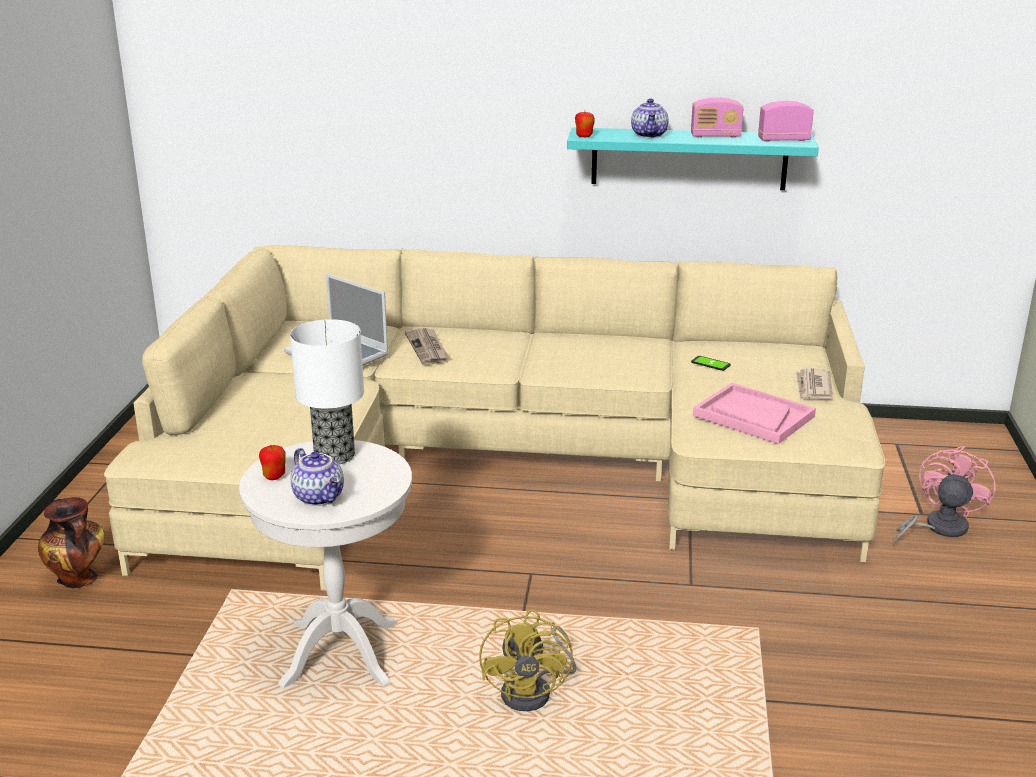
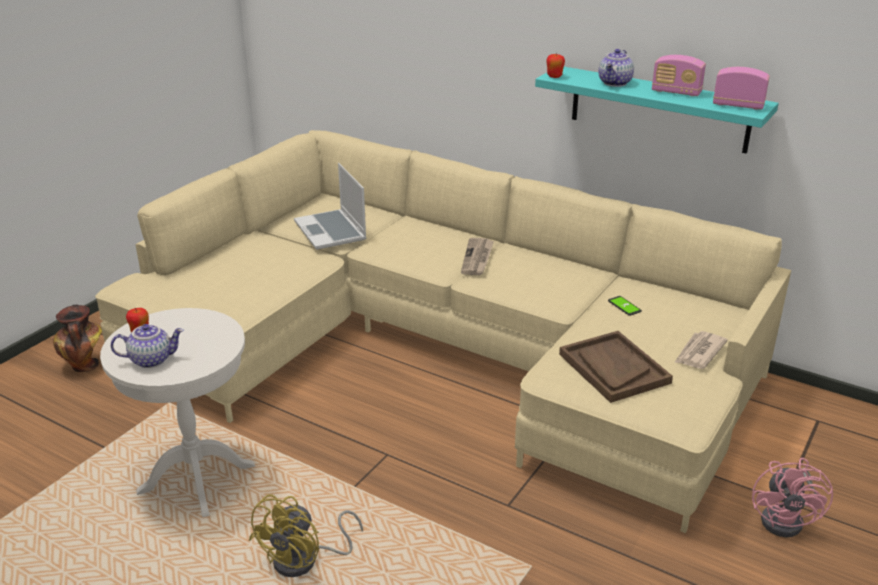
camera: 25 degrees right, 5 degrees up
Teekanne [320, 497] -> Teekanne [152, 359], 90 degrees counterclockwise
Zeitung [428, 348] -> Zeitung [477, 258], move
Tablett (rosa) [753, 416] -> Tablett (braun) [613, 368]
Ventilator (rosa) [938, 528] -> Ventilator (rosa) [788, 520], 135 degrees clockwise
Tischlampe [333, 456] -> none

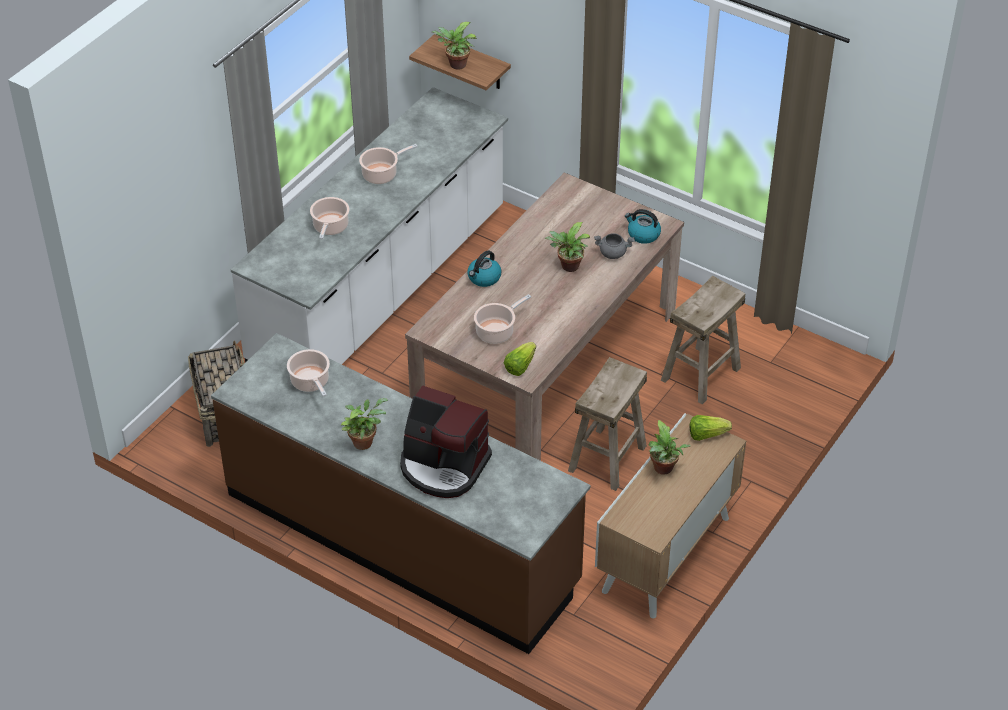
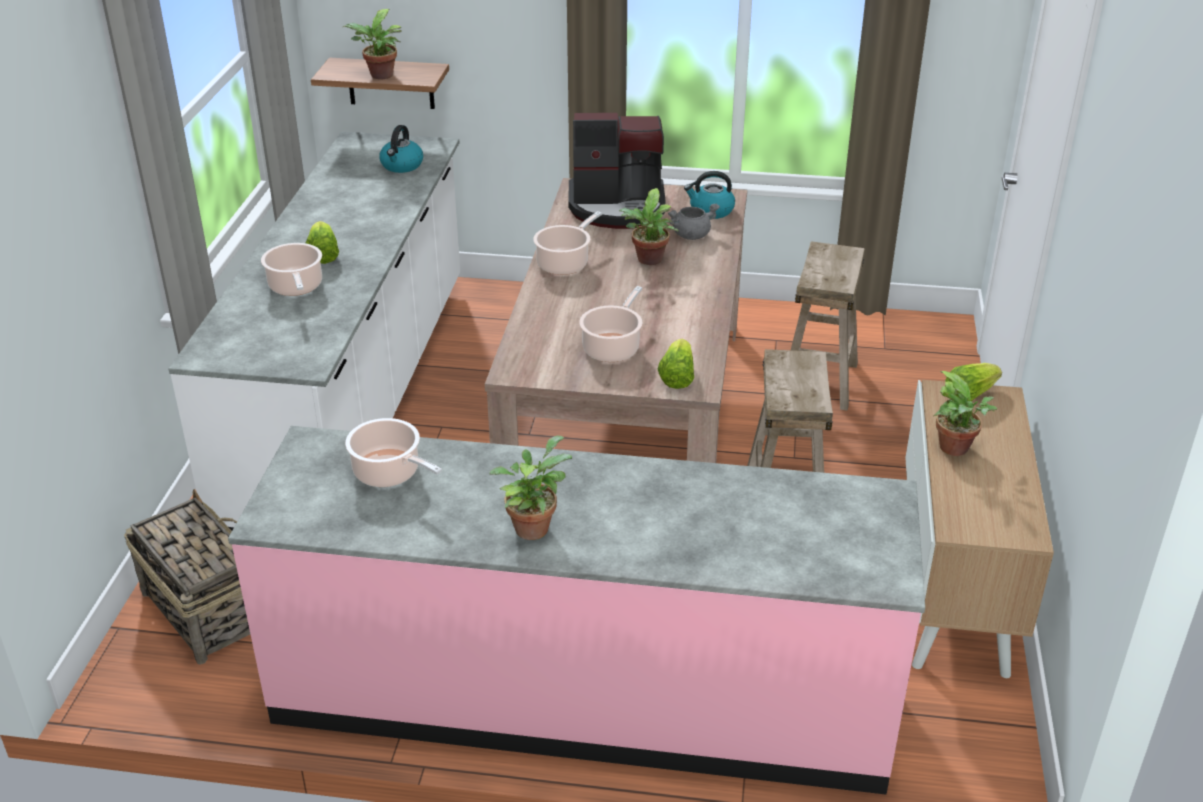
camera: 25 degrees left, 10 degrees down
Küchenzeile (braun) [402, 538] -> Küchenzeile (rosa) [583, 694]
none -> Salatkopf [323, 255]
Wasserkessel [484, 278] -> Wasserkessel [402, 166], move
Kochtopf [382, 174] -> Kochtopf [565, 263], move
Kaffeemaschine [443, 466] -> Kaffeemaschine [618, 207], move

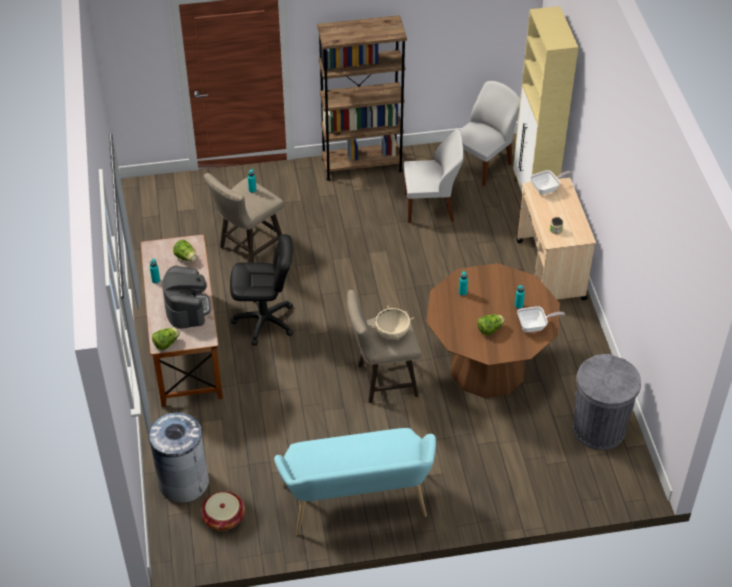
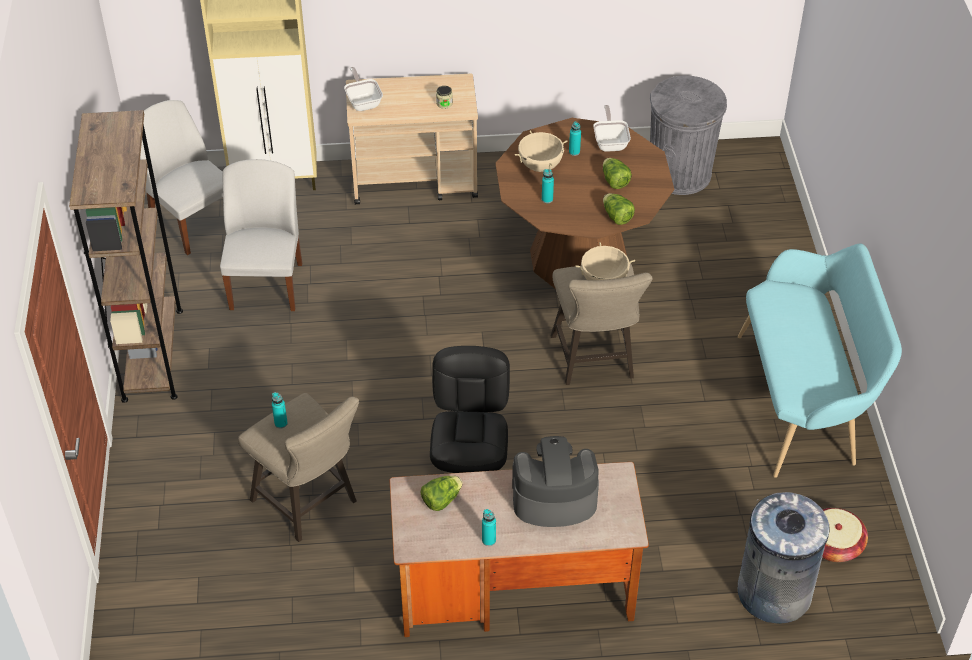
camera: 85 degrees left, 0 degrees up
none -> Kochtopf (beige) [540, 166]
Salatkopf [166, 344] -> Salatkopf [616, 217], move

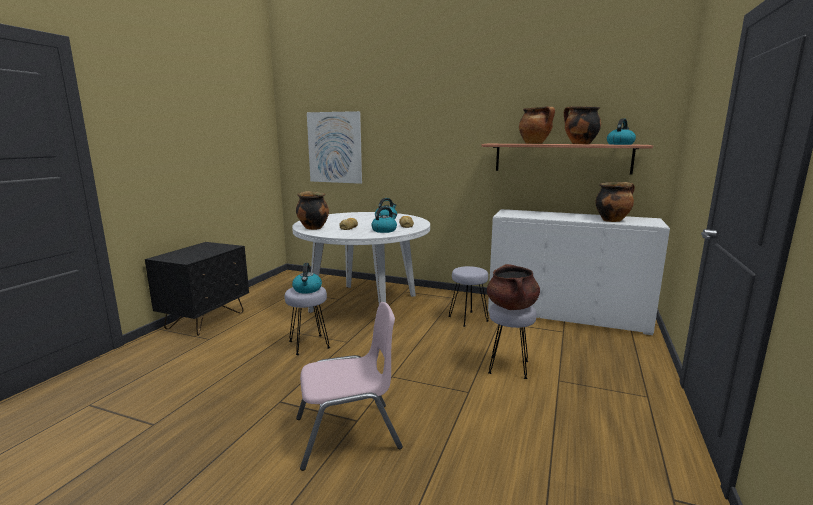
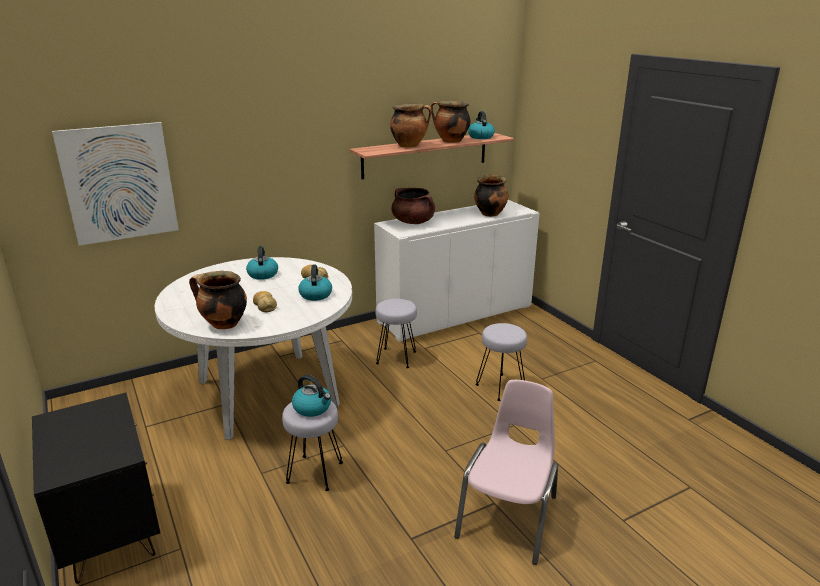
camera: 50 degrees left, 10 degrees up
Kochtopf (braun) [512, 307] -> Kochtopf (braun) [413, 222], move

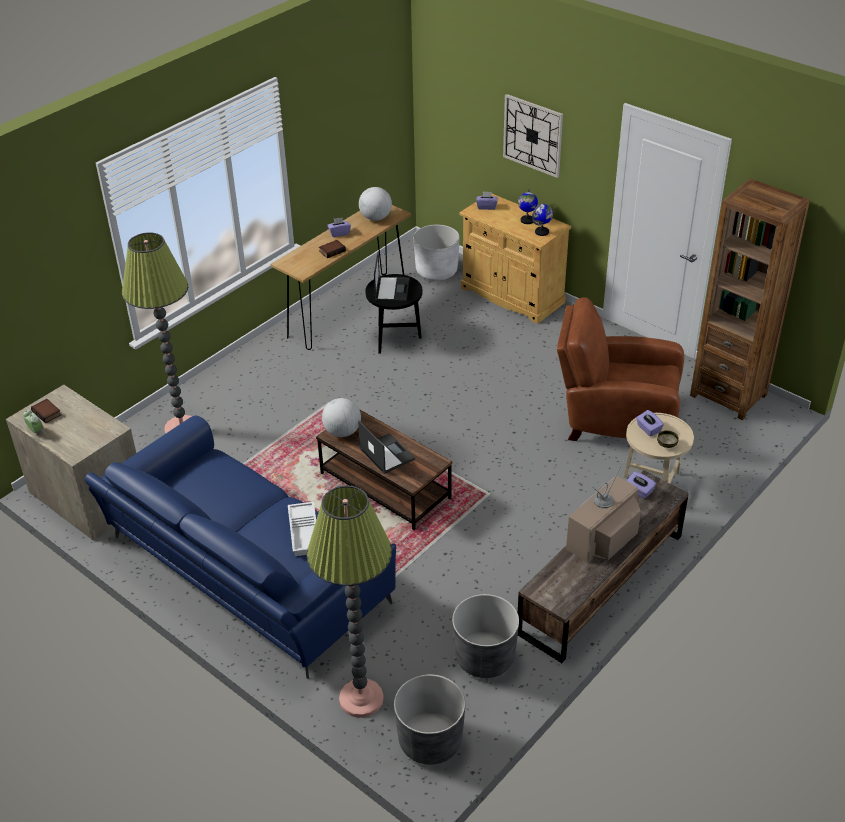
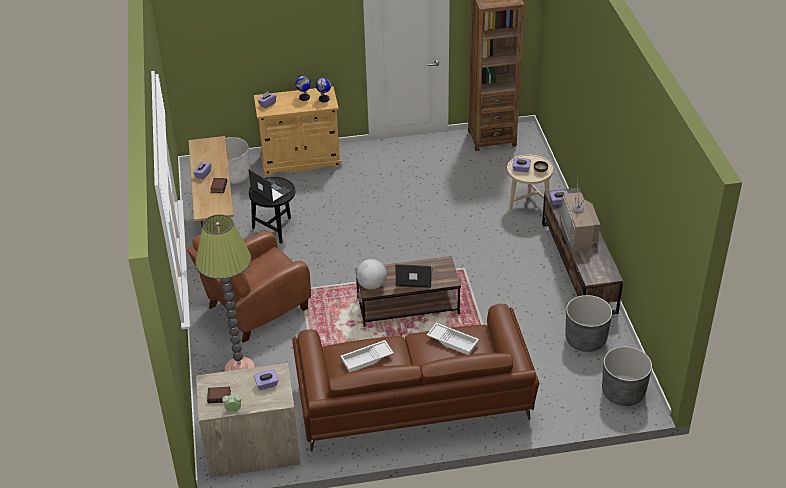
camera: 50 degrees left, 0 degrees up
Sessel (braun) [615, 419] -> Sessel (braun) [255, 309], move
none -> Taschentuchbox (lila) [267, 384]
Sofa (blau) [244, 572] -> Sofa (braun) [413, 404]
none -> Tablett (weiß) [367, 359]
Stehlampe [361, 699] -> none
Globus [376, 218] -> none
Wanduhr [533, 135] -> none

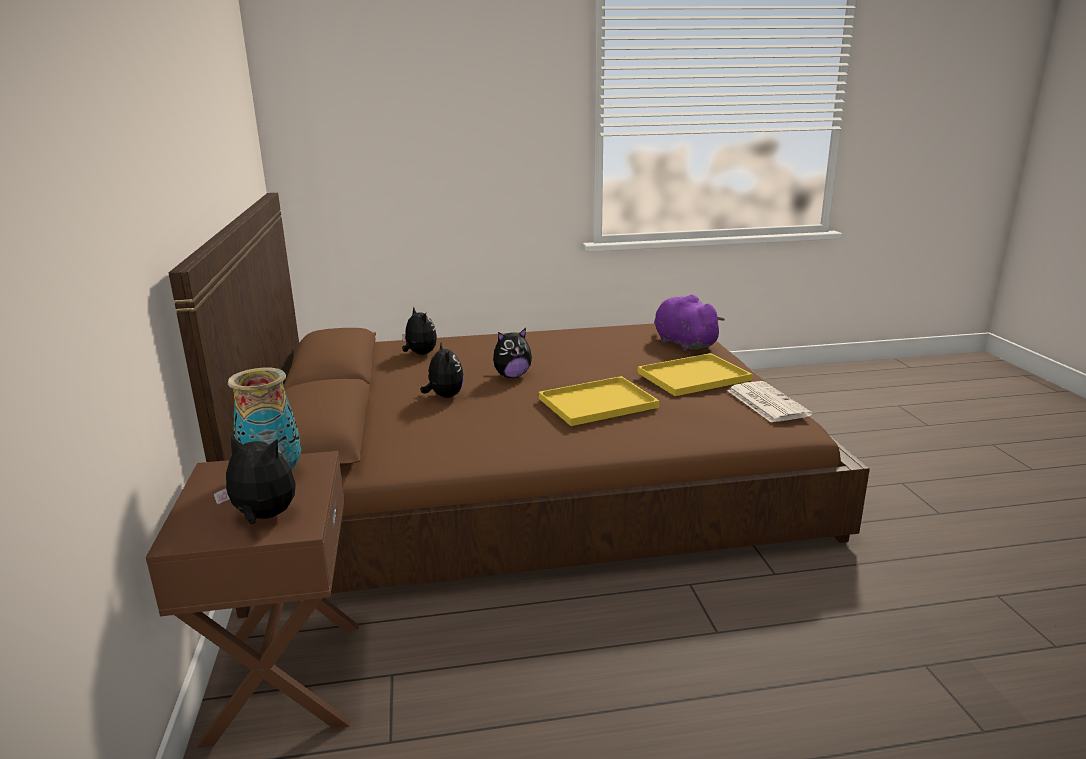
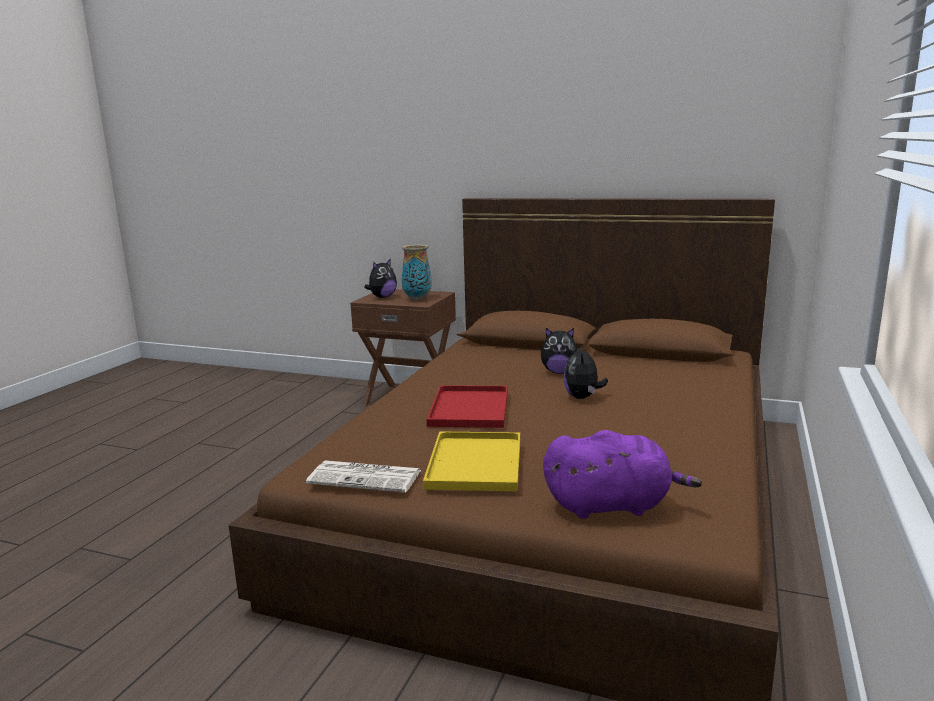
camera: 120 degrees right, 5 degrees down
Tablett (gelb) [596, 403] -> Tablett (rot) [468, 407]
Plüschtier [420, 354] -> none

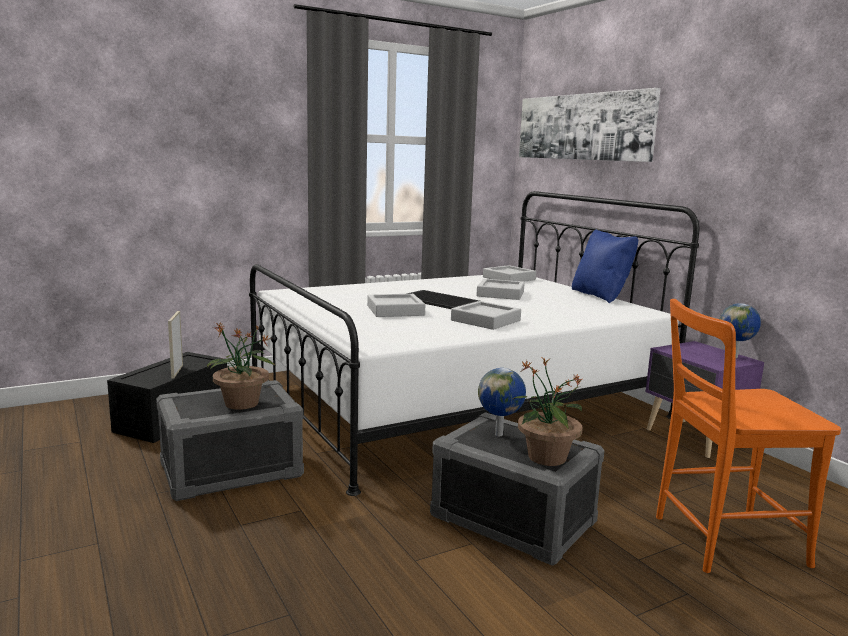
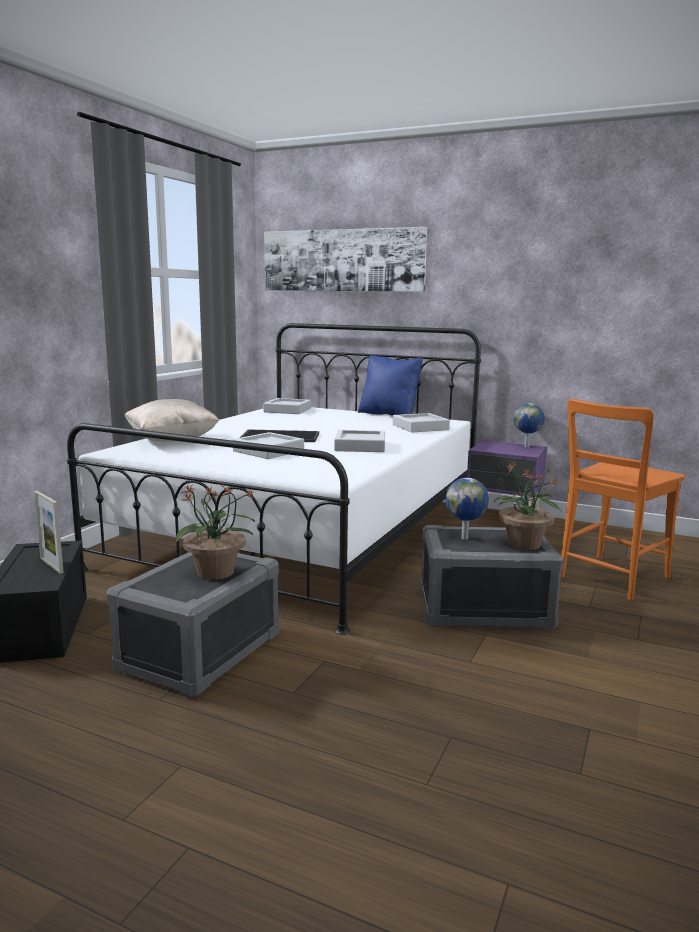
camera: 35 degrees left, 0 degrees up
none -> Kissen (beige) [172, 441]
Tablett (grau) [500, 294] -> Tablett (grau) [420, 427], move

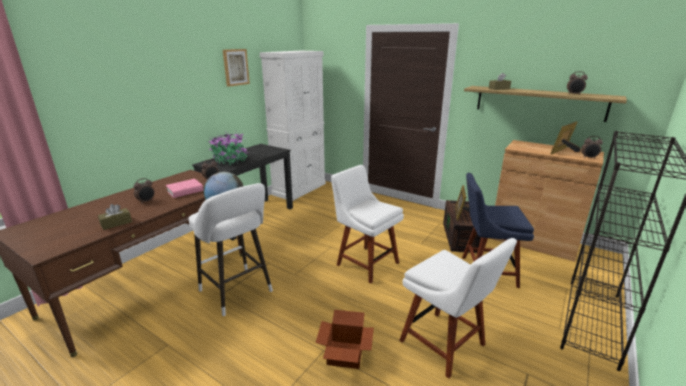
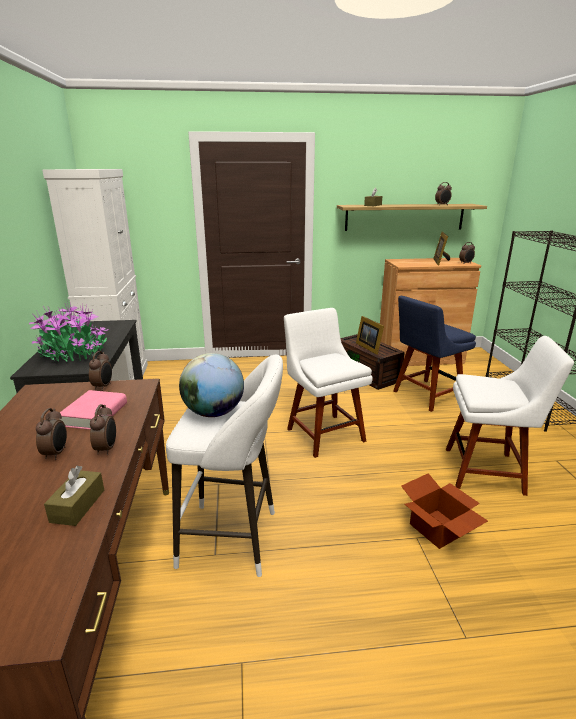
camera: 40 degrees left, 0 degrees up
none -> Wecker [107, 449]
Stuhl (weiß) [365, 262] -> Stuhl (weiß) [323, 433], 60 degrees clockwise
Bild [235, 67] -> none

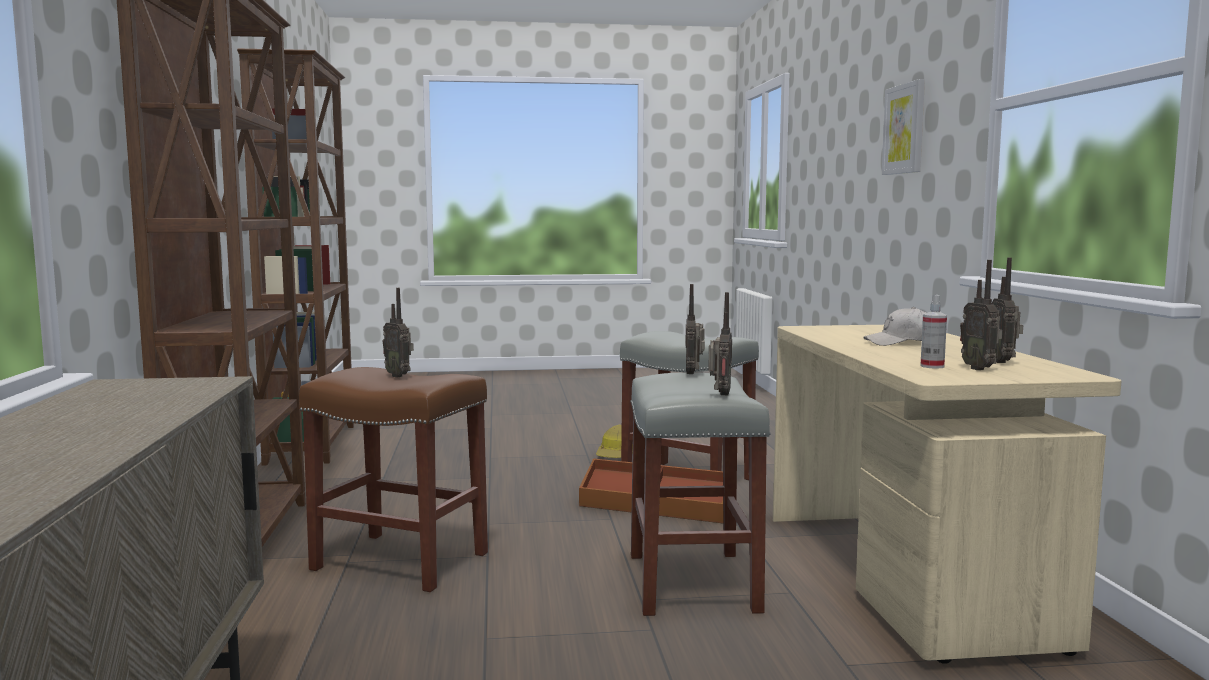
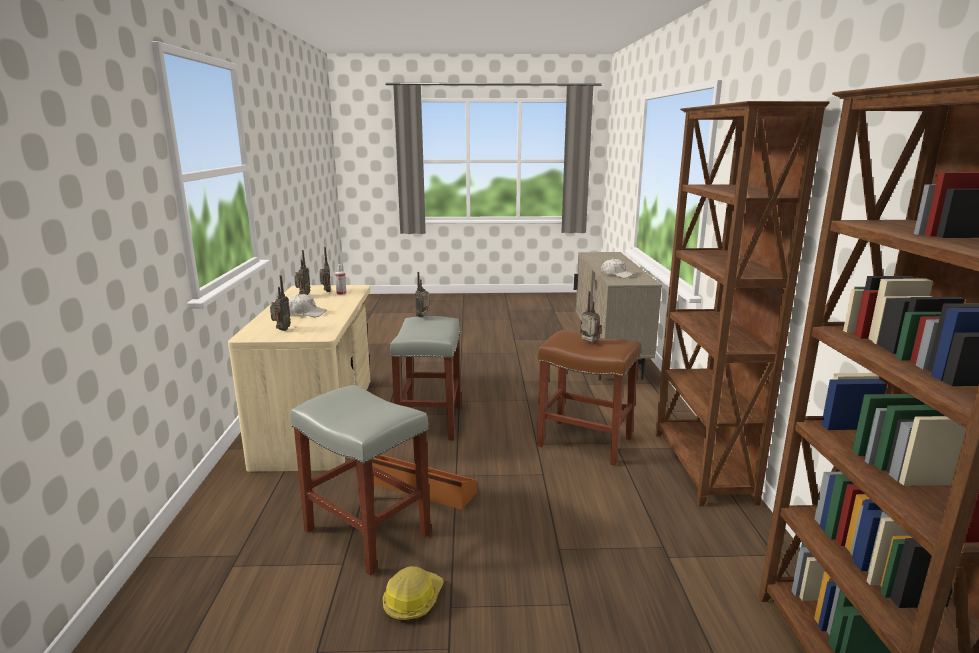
camera: 175 degrees left, 10 degrees up
Radio [694, 373] -> Radio [281, 330], move
none -> Kappe (weiß) [616, 274]
Bild [905, 129] -> none

